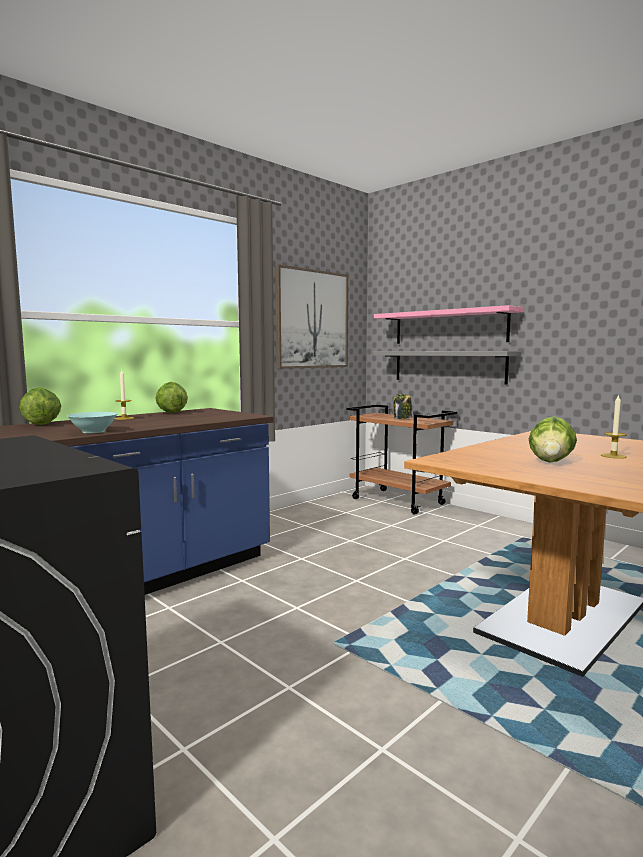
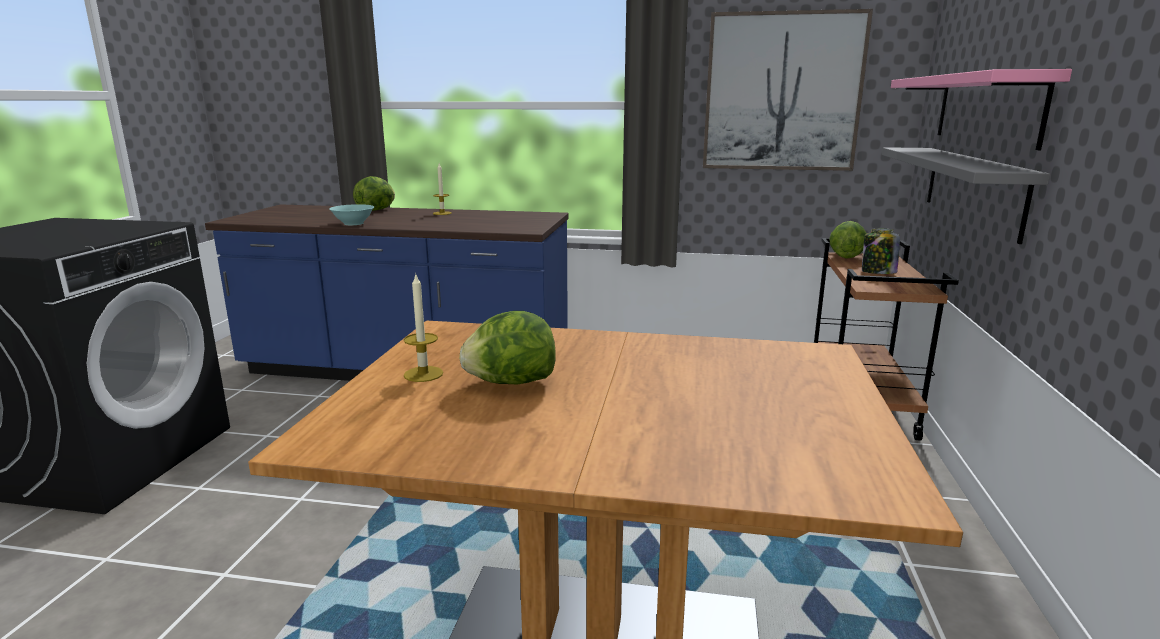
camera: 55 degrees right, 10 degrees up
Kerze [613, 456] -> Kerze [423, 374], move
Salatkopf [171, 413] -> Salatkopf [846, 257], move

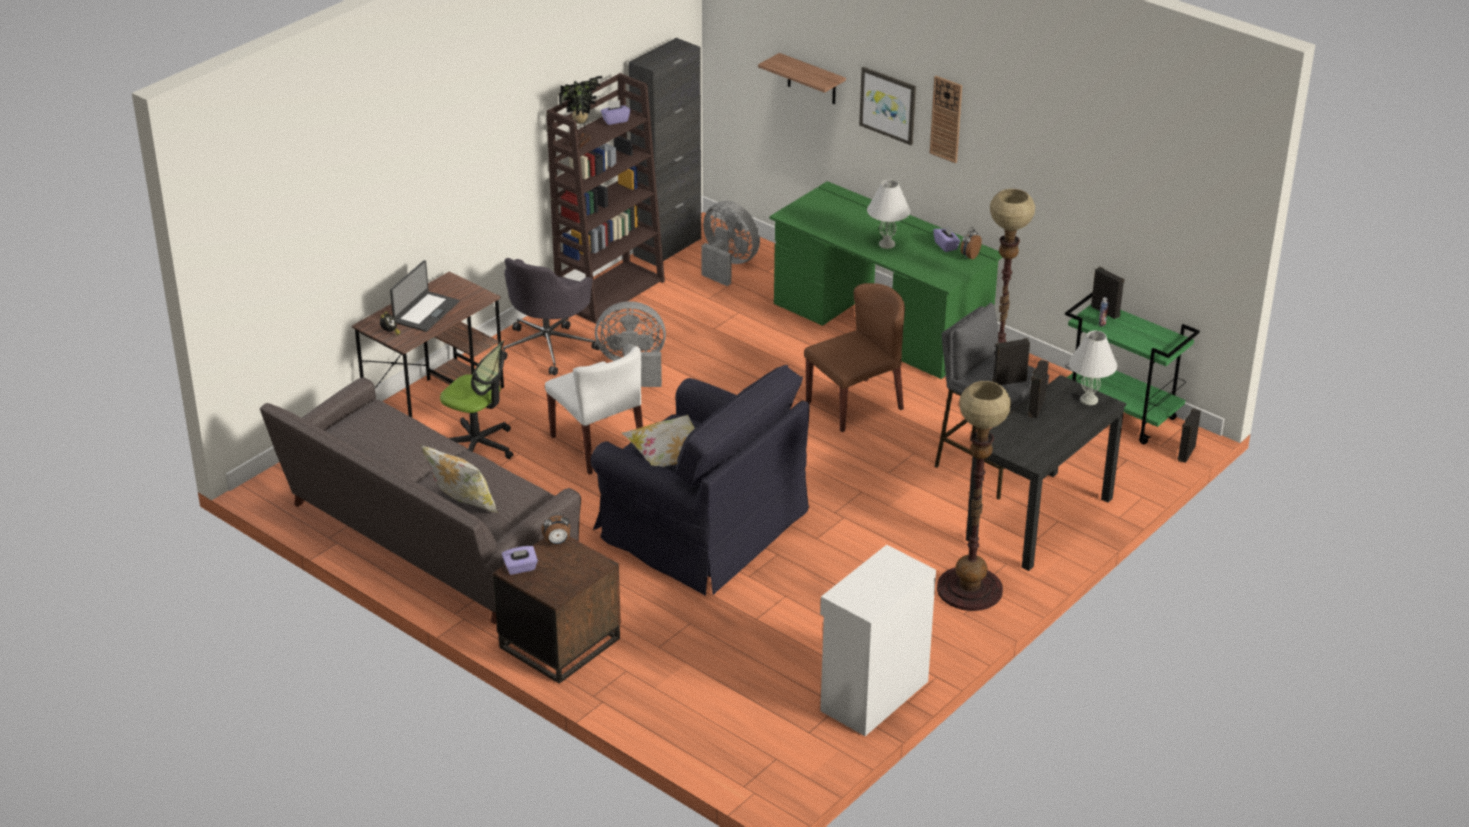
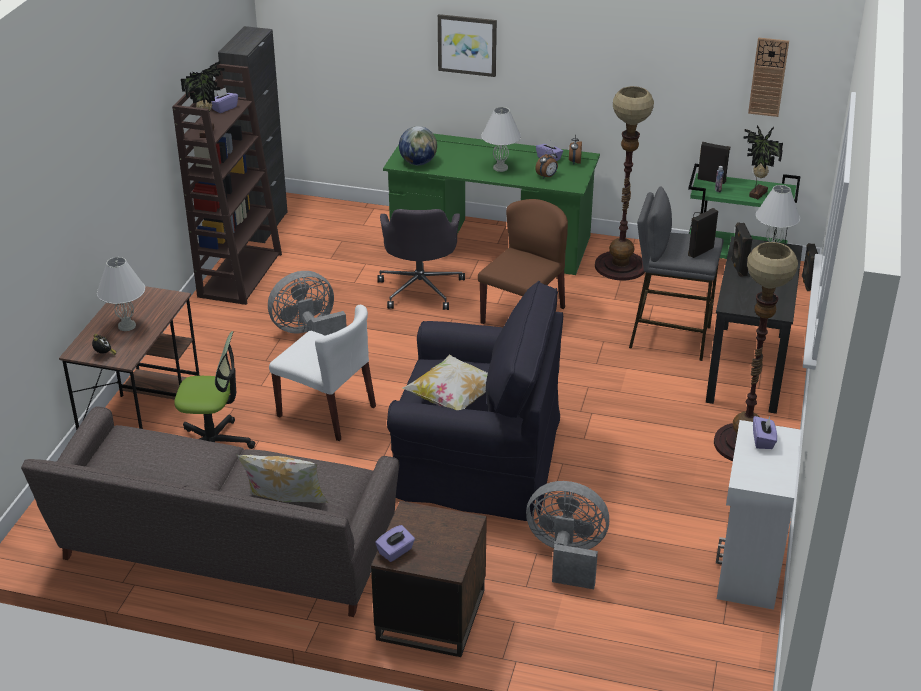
camera: 25 degrees left, 0 degrees up
Laptop [425, 312] -> Tischlampe (weiß) [126, 325]
Bürostuhl (grau) [548, 347] -> Bürostuhl (grau) [420, 288], move
none -> Globus [418, 163]
Ventilator (grau) [727, 265] -> Ventilator (grau) [566, 555], move
Wecker [557, 543] -> Wecker [547, 176], move
none -> Topfpflanze [756, 193]
Wanduhr [946, 119] -> Wanduhr [768, 77], move
none -> Taschentuchbox (lila) [763, 440]
Wandregal [812, 80] -> none

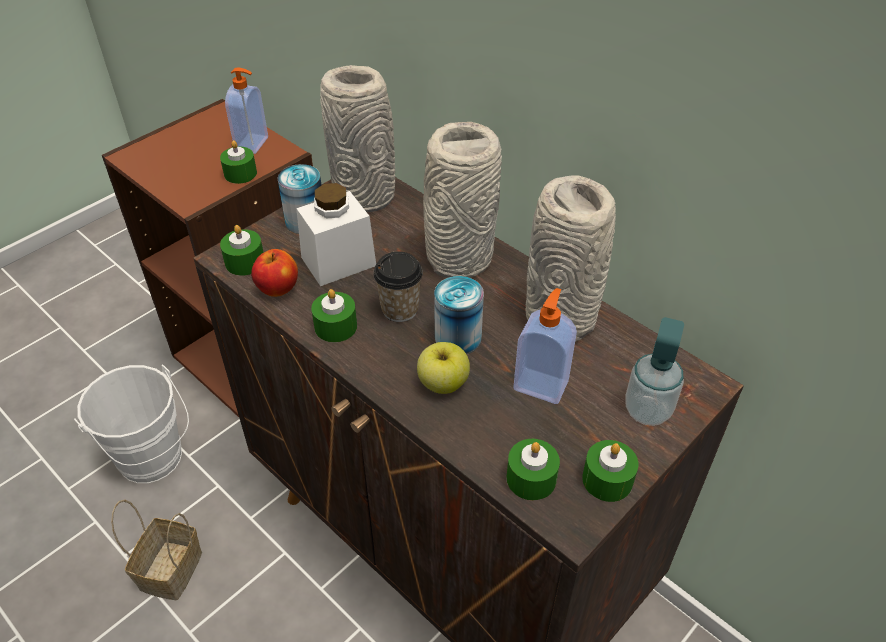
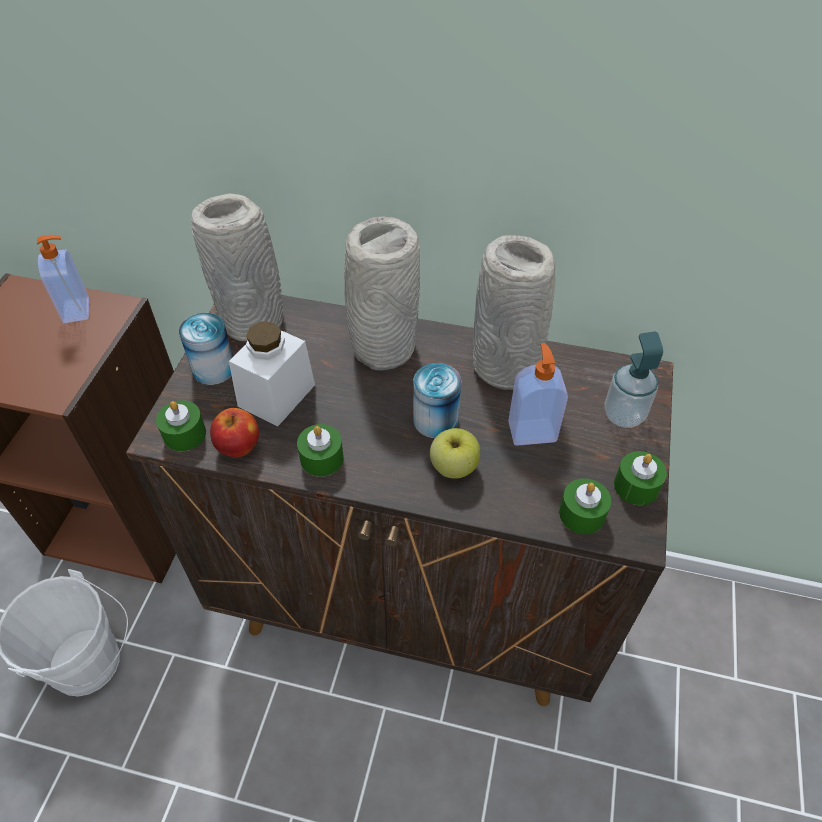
camera: 30 degrees left, 5 degrees up
Korb [171, 572] -> none
Kerze (grün) [240, 173] -> none
Tasse [400, 309] -> none

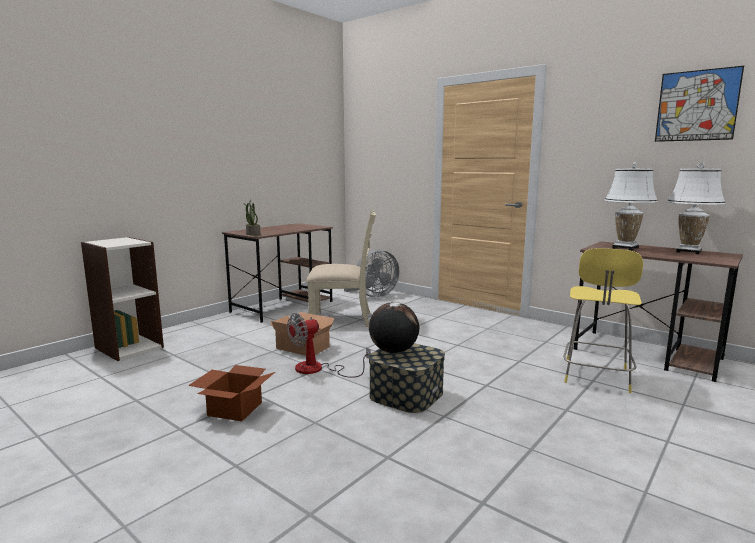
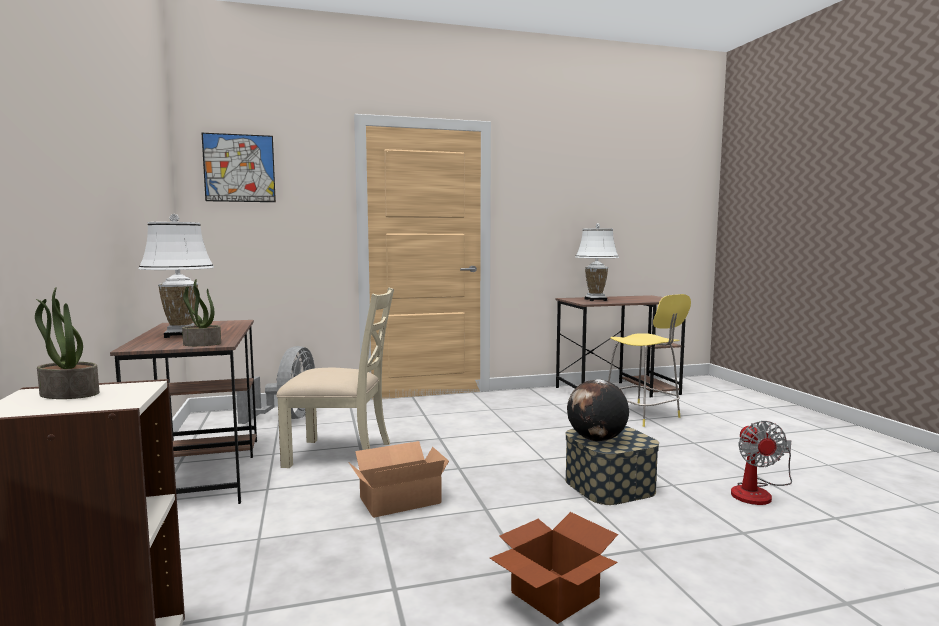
camera: 55 degrees left, 5 degrees down
none -> Topfpflanze [68, 394]
Tischlampe (weiß) [689, 252] -> Tischlampe (weiß) [182, 335], move
Bild [697, 105] -> Bild [239, 168], move
Stuhl (beige) [342, 319] -> Stuhl (beige) [340, 454], 60 degrees clockwise
Ventilator [318, 369] -> Ventilator [757, 492], move

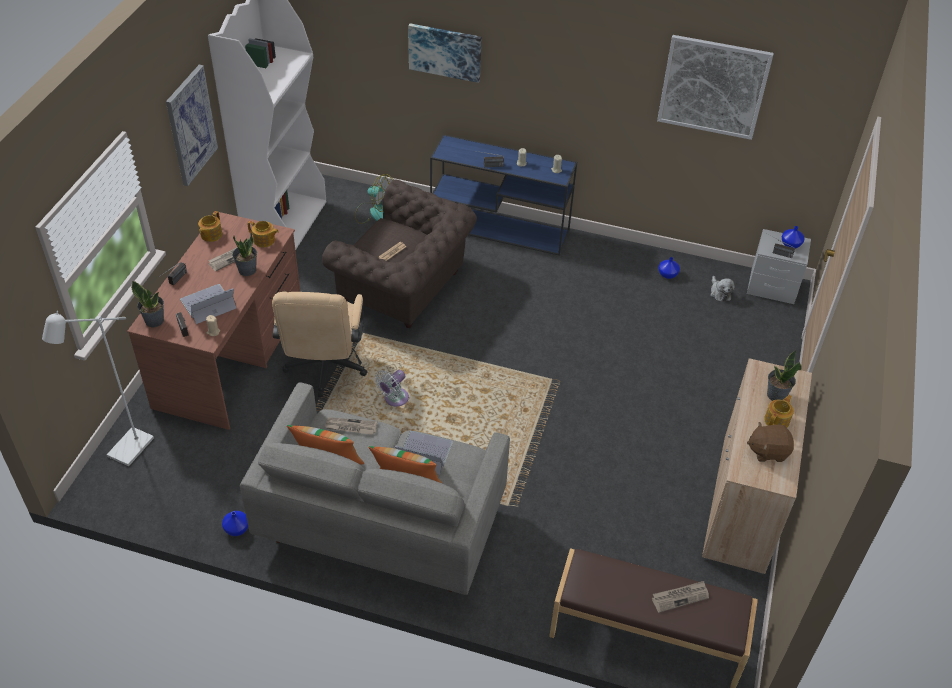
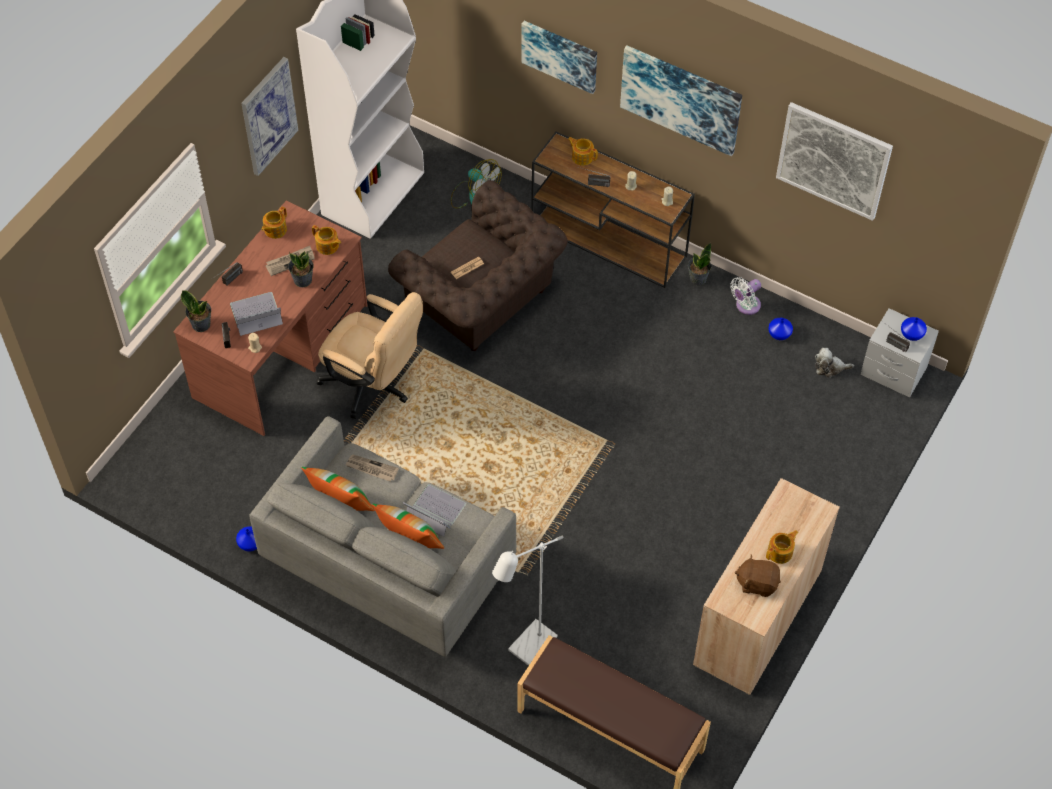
camera: 15 degrees right, 10 degrees up
Bürostuhl (beige) [325, 370] -> Bürostuhl (beige) [373, 386], 75 degrees counterclockwise
Stehlampe (weiß) [125, 453] -> Stehlampe (weiß) [527, 650], move
Konsolentisch (blau) [501, 228] -> Konsolentisch (braun) [610, 241]
none -> Teekanne [582, 156]
none -> Bild [681, 99]
Topfpflanze [776, 395] -> Topfpflanze [697, 278], move
Ventilator (weiß) [394, 399] -> Ventilator (weiß) [745, 306], move
Plüschtier [719, 292] -> Plüschtier [830, 367], 90 degrees clockwise
Zeitung [680, 597] -> none

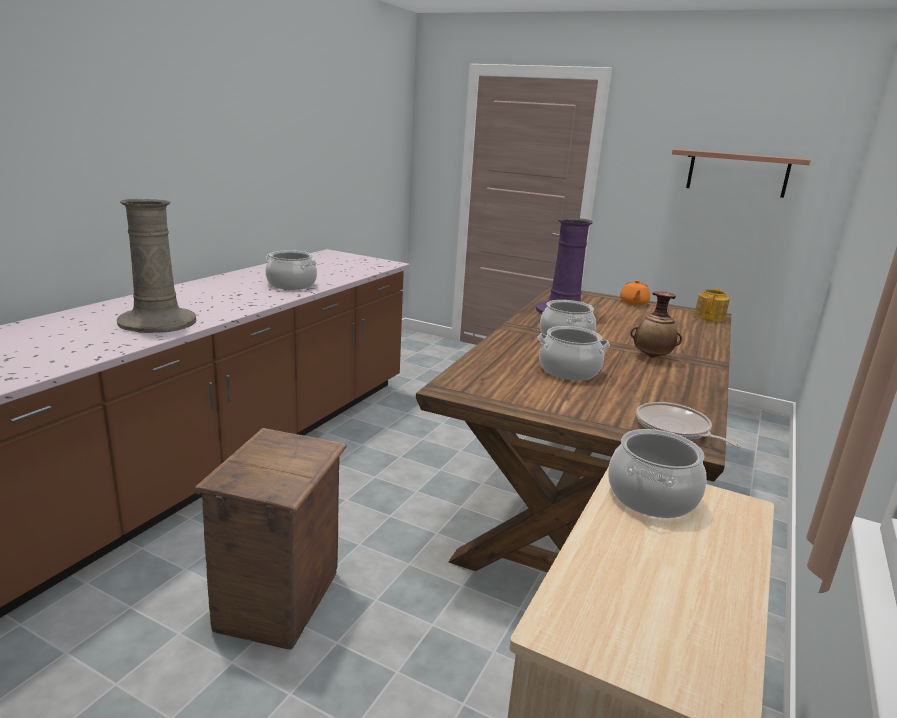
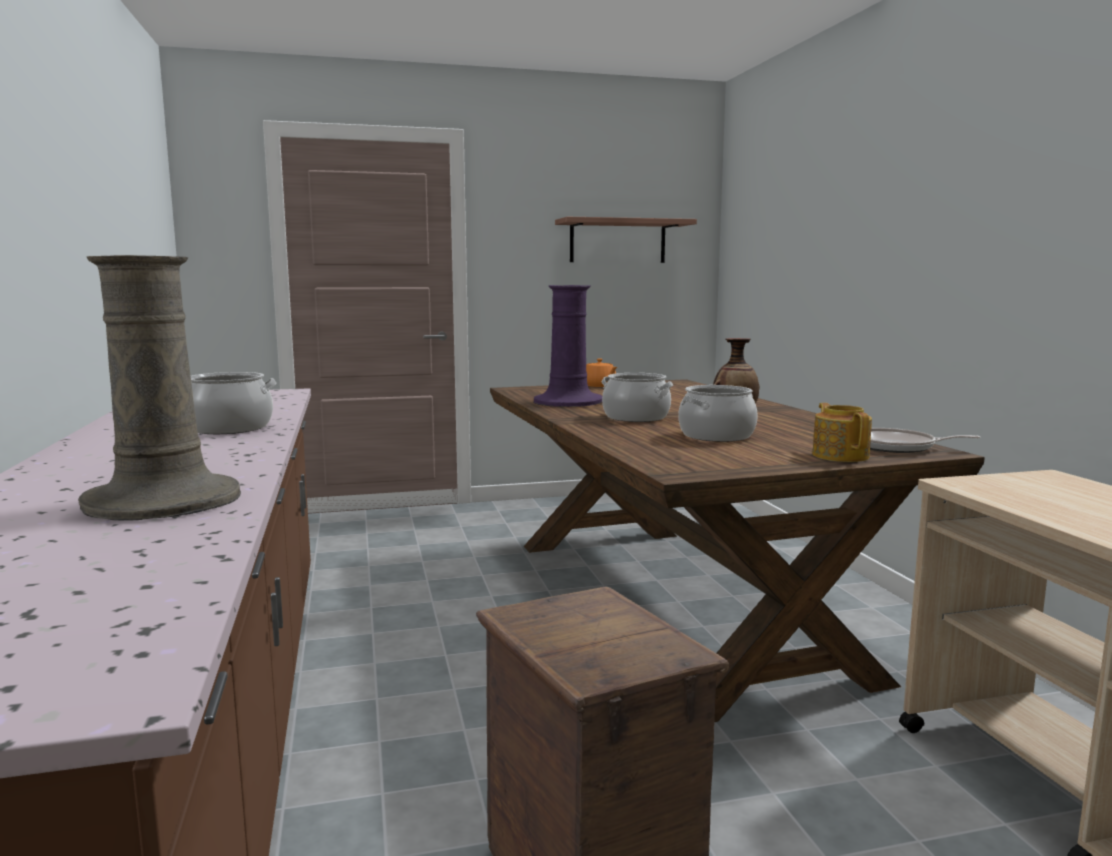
camera: 40 degrees left, 10 degrees down
Teekanne [710, 317] -> Teekanne [840, 455], move
Kochtopf [651, 496] -> none

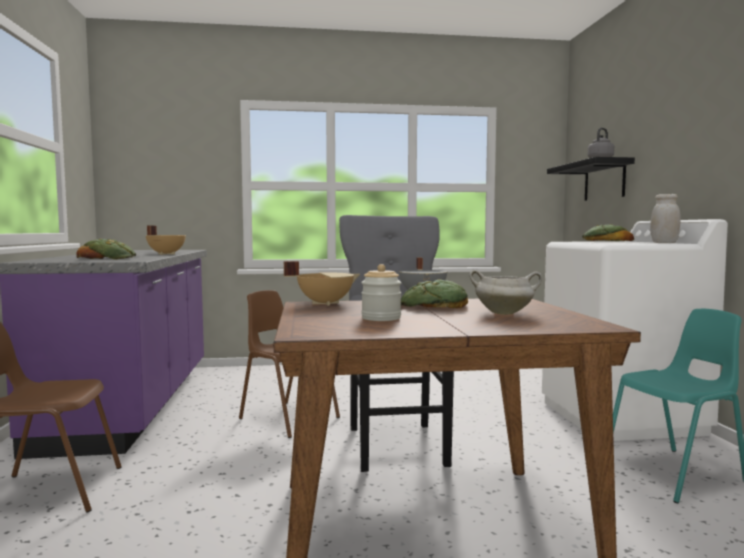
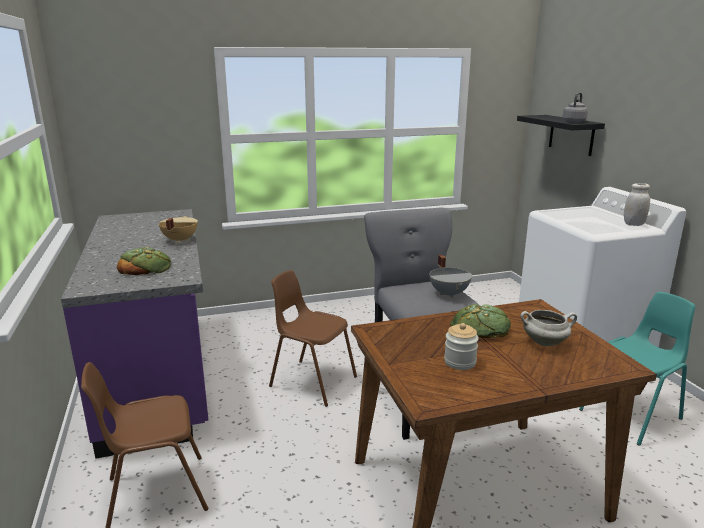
camera: 10 degrees left, 15 degrees up
Kochtopf (beige) [325, 303] -> none
Brot [606, 241] -> none

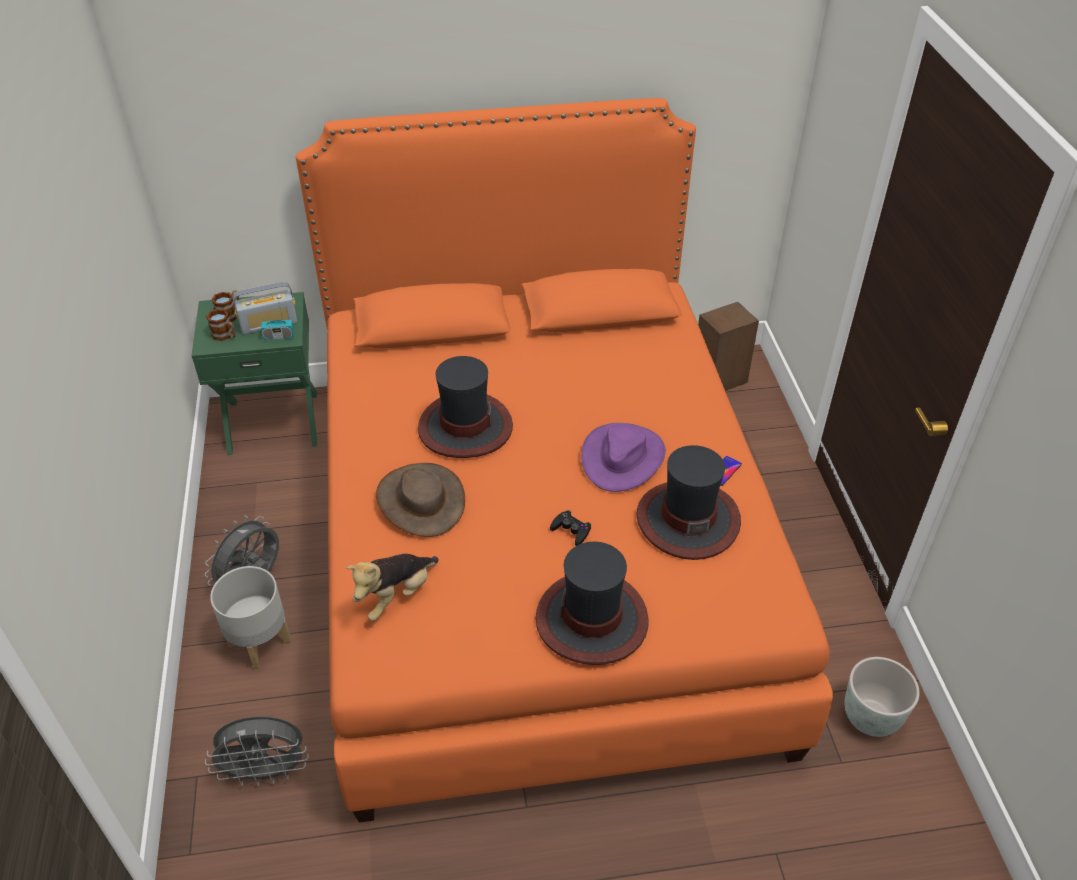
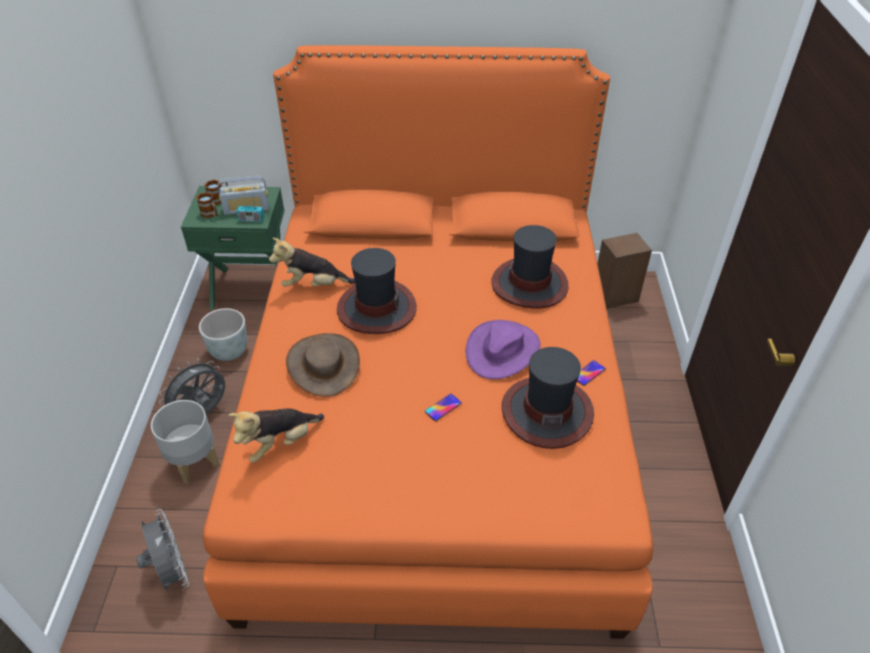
camera: 10 degrees right, 0 degrees up
Ventilator (grau) [267, 772] -> Ventilator (grau) [172, 571], 120 degrees counterclockwise
Pflanzkübel (grau) [872, 717] -> Pflanzkübel (grau) [230, 351], move
none -> Plüschtier [313, 285]
Gamepad (schwarz) [571, 530] -> Handy [443, 407]
Hut [592, 619] -> Hut [530, 284], move

